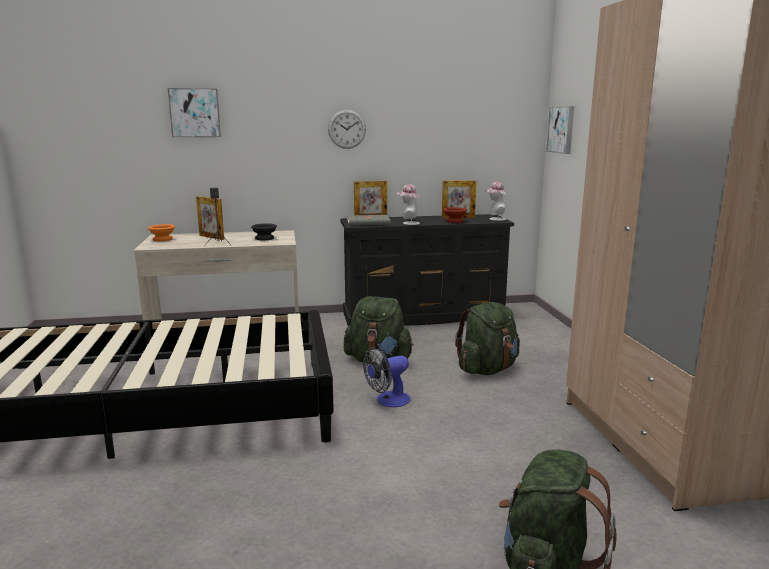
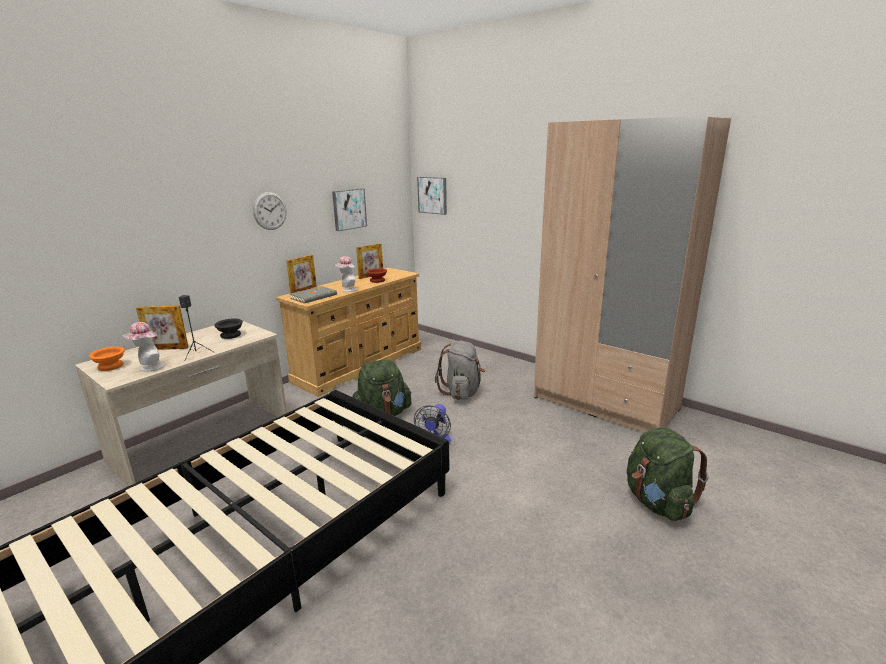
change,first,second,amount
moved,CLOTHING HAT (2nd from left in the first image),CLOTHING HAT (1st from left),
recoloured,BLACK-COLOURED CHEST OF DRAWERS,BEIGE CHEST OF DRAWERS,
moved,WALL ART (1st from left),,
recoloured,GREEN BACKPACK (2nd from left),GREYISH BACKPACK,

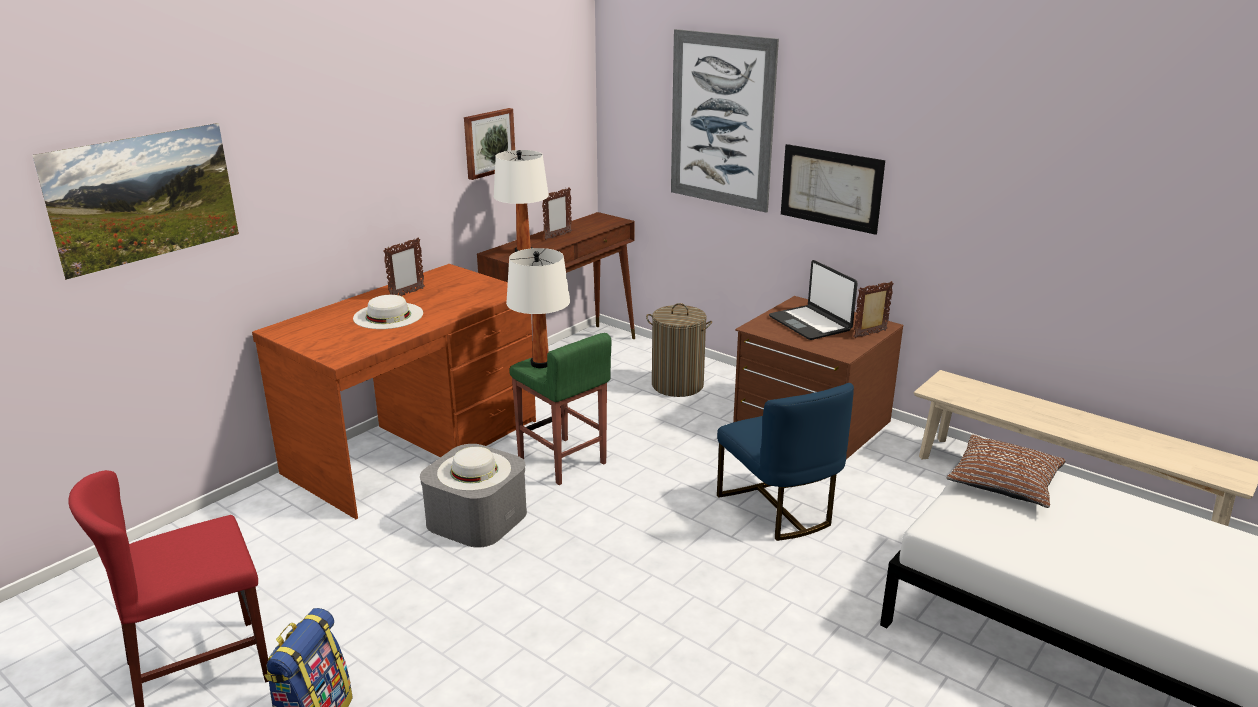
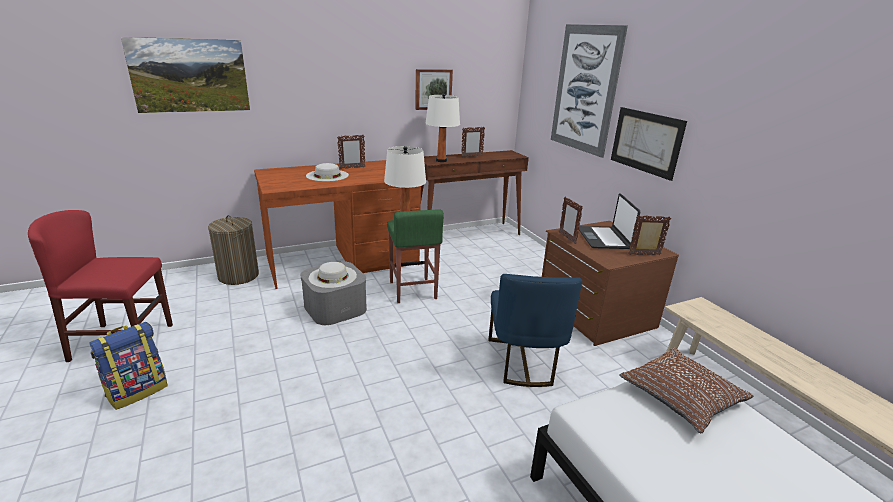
change,first,second,amount
moved,HAMPER,,
added,,PHOTO FRAME (3rd from left),

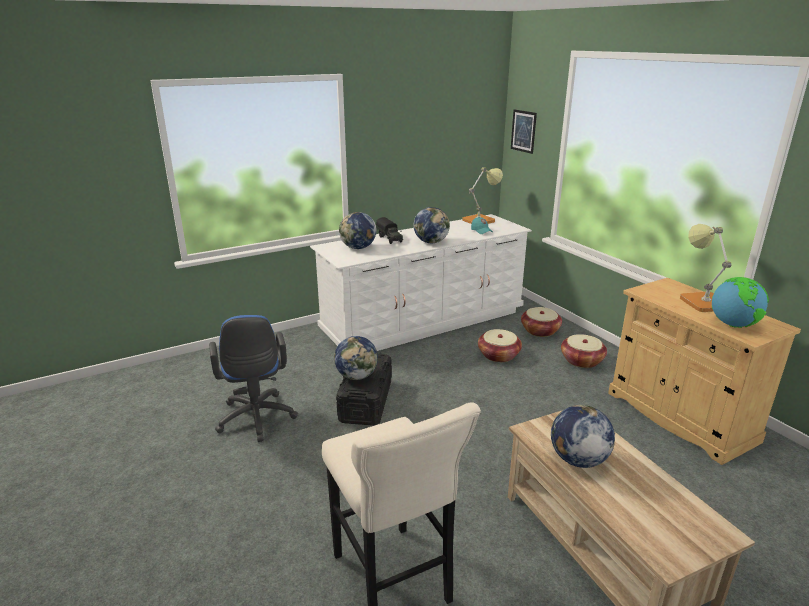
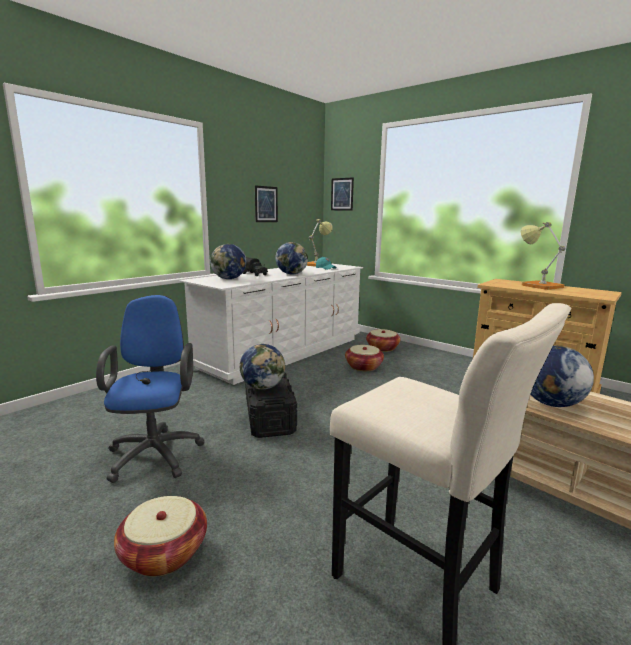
change,first,second,amount
turned,BLUISH COMPUTER CHAIR,,150 degrees counterclockwise
moved,HOUSEHOLD BASKET (3rd from left in the first image),HOUSEHOLD BASKET (1st from left),
added,,WALL ART (1st from left),
removed,DESK GLOBE (5th from left),,

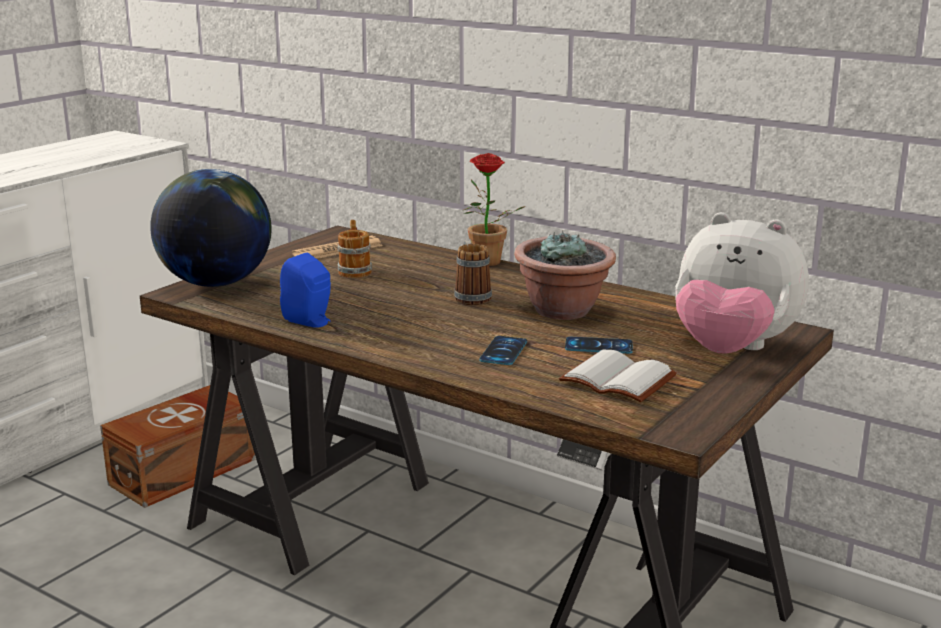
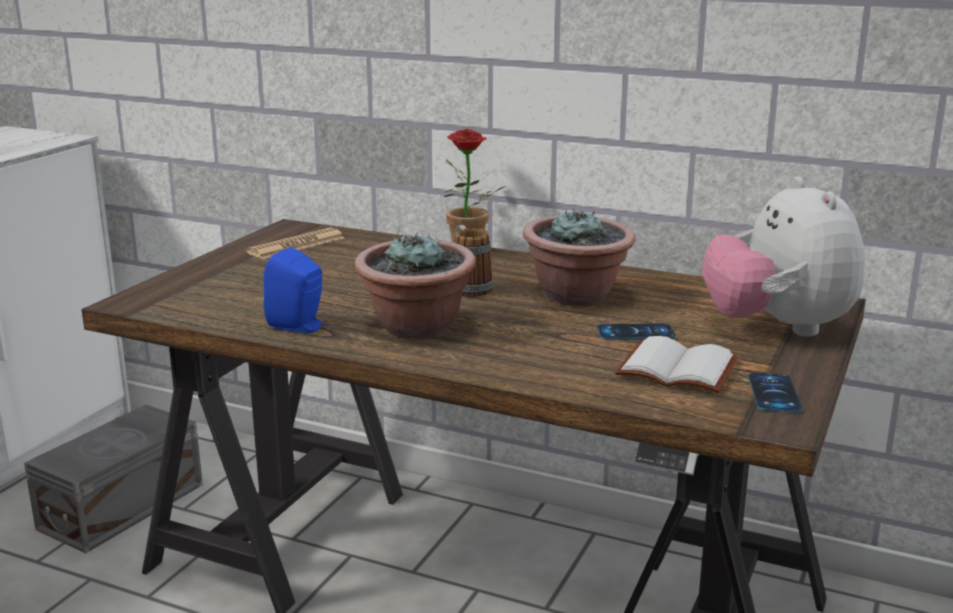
change,first,second,amount
recoloured,BROWN STORAGE CONTAINER,GREYISH STORAGE CONTAINER,
added,,POTTED PLANT (1st from left),
turned,CUDDLY TOY,,60 degrees clockwise
moved,TELEPHONE (1st from left in the first image),TELEPHONE (2nd from left),
removed,DESK GLOBE,,
removed,TEA MUG (1st from left),,

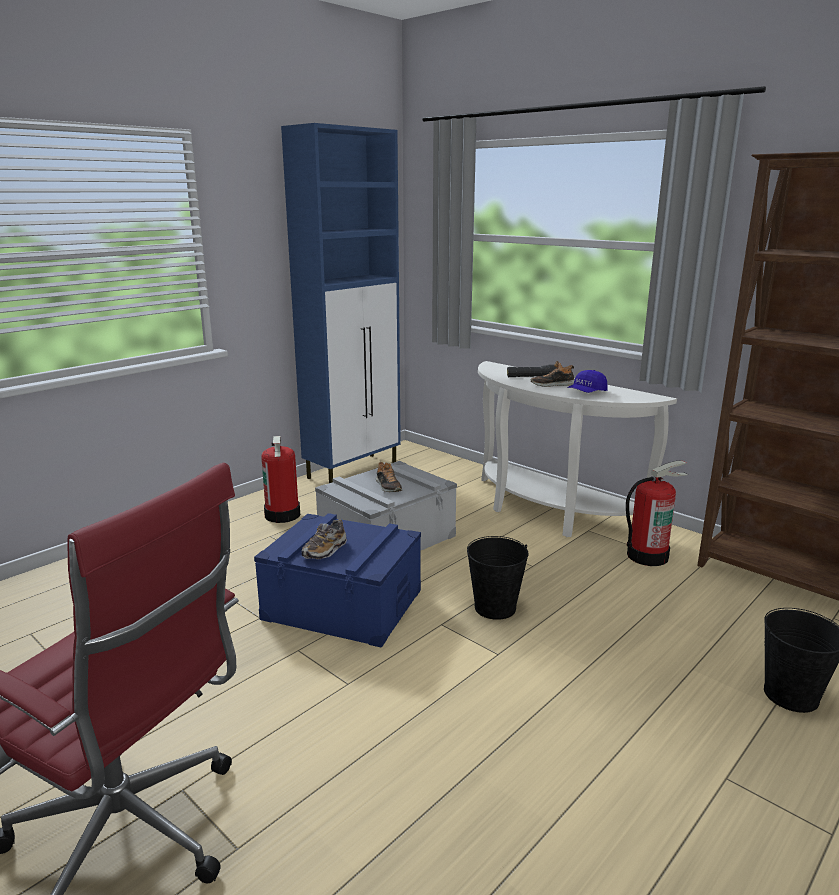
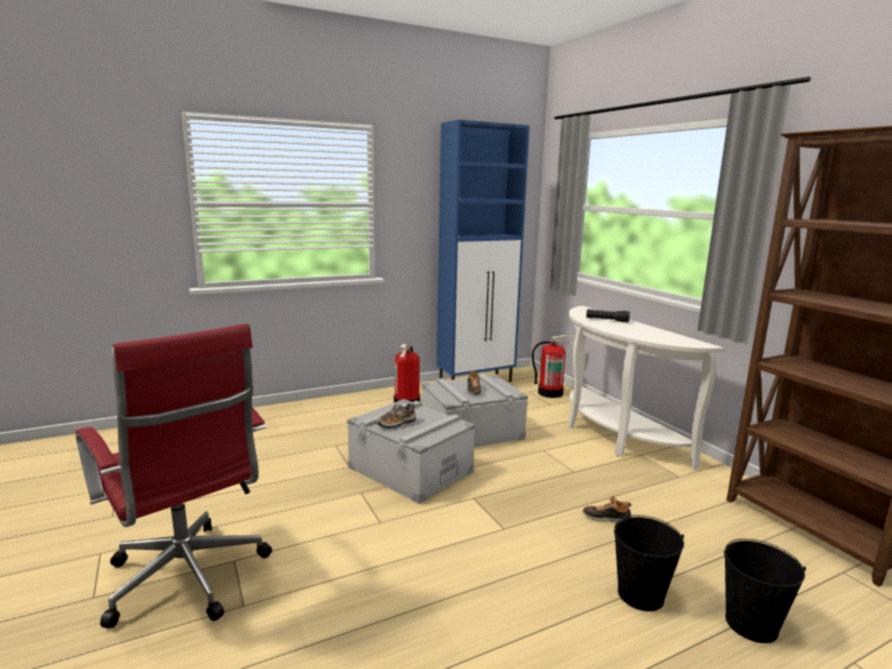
change,first,second,amount
recoloured,BLUISH STORAGE CONTAINER,GREYISH STORAGE CONTAINER (1st from left),
moved,EXTINGUISHER (2nd from left),,
moved,ITEM OF FOOTWEAR (3rd from left),,
moved,BLACK-COLOURED WATER BUCKET (1st from left),,
removed,BLUISH BASEBALL CAP,,

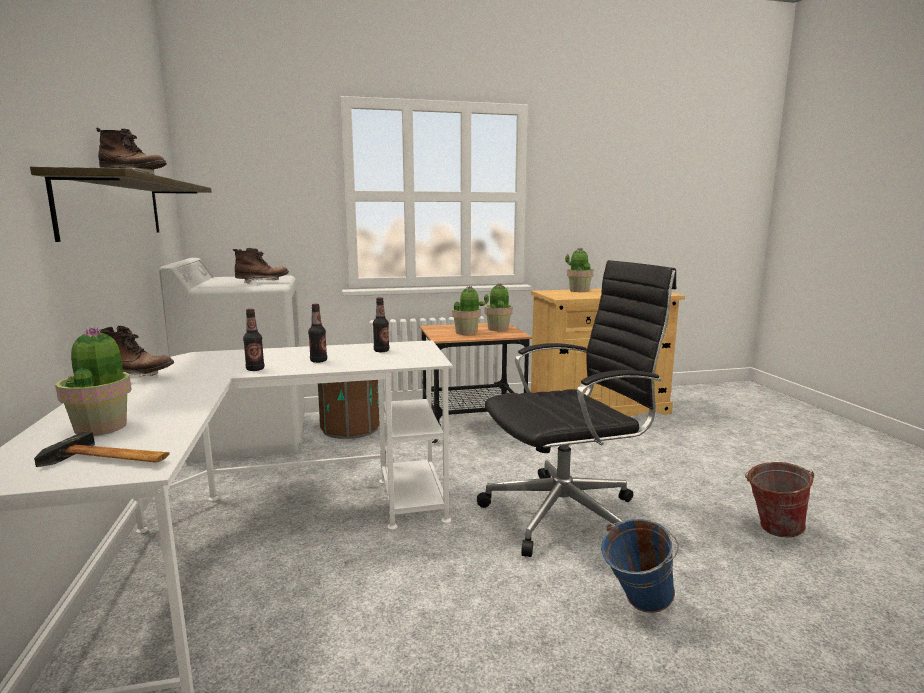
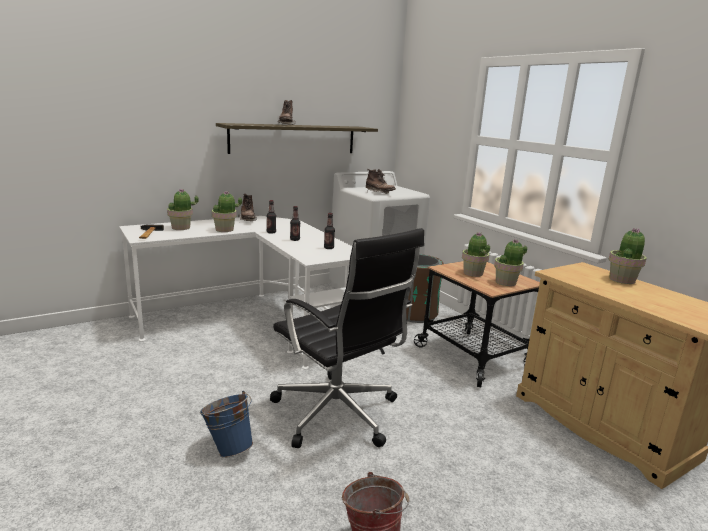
change,first,second,amount
added,,POTTED PLANT (2nd from left),

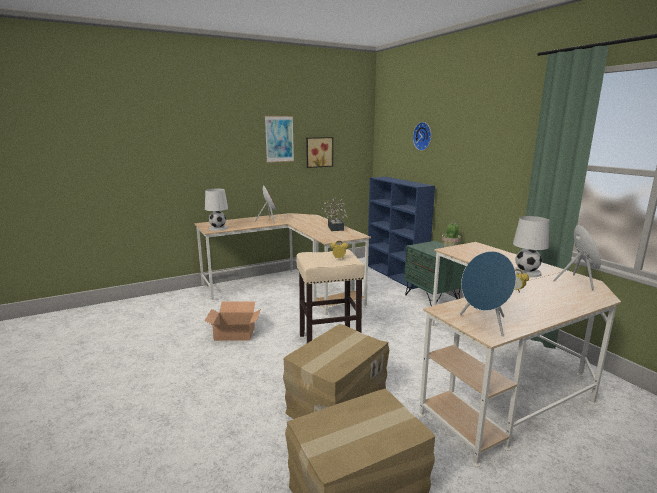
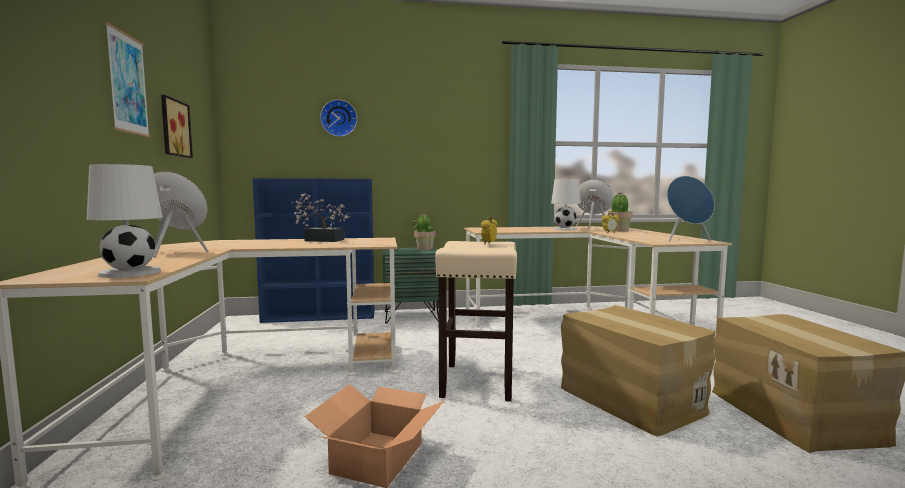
change,first,second,amount
added,,POTTED PLANT (3rd from left),

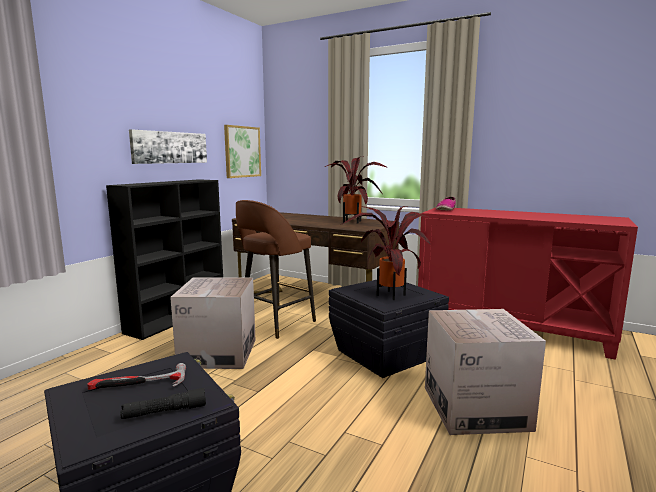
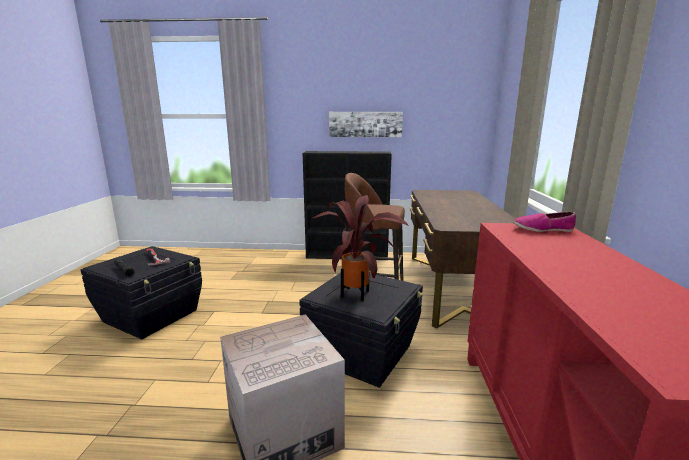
change,first,second,amount
removed,CARTON (1st from left),,
removed,WALL ART (2nd from left),,
removed,POTTED PLANT (1st from left),,

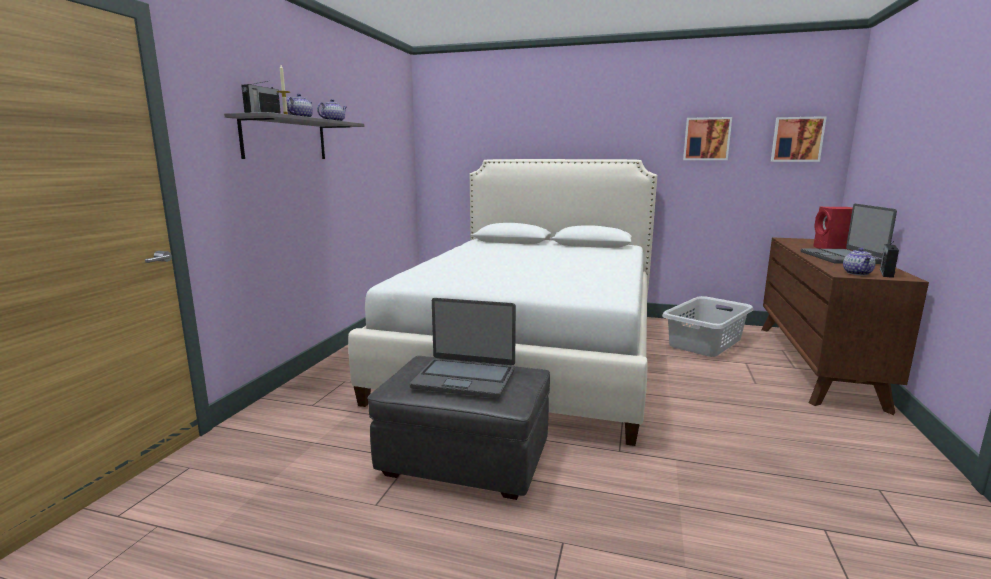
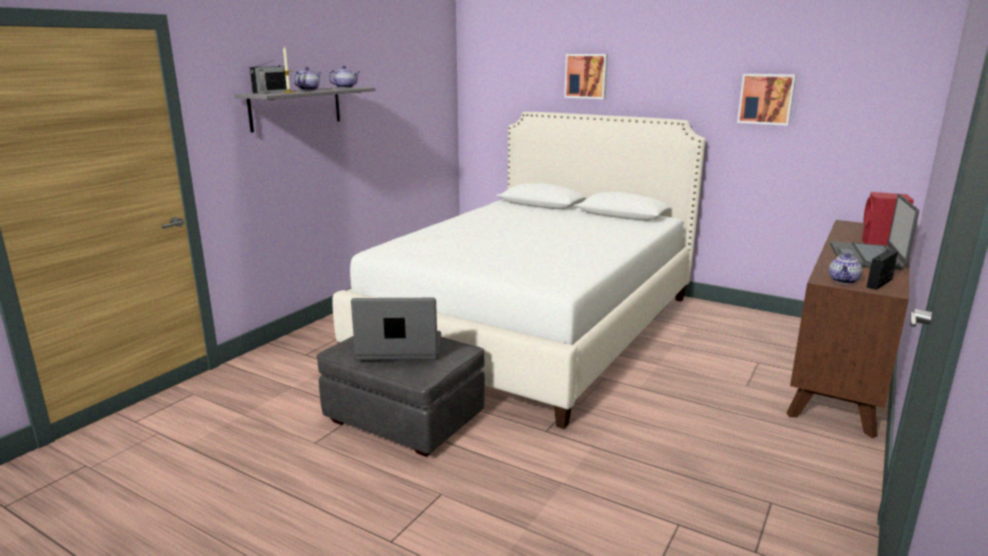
change,first,second,amount
turned,PORTABLE COMPUTER (1st from left),,150 degrees clockwise
moved,WALL ART (2nd from left in the first image),WALL ART (1st from left),
removed,GREYISH HAMPER,,

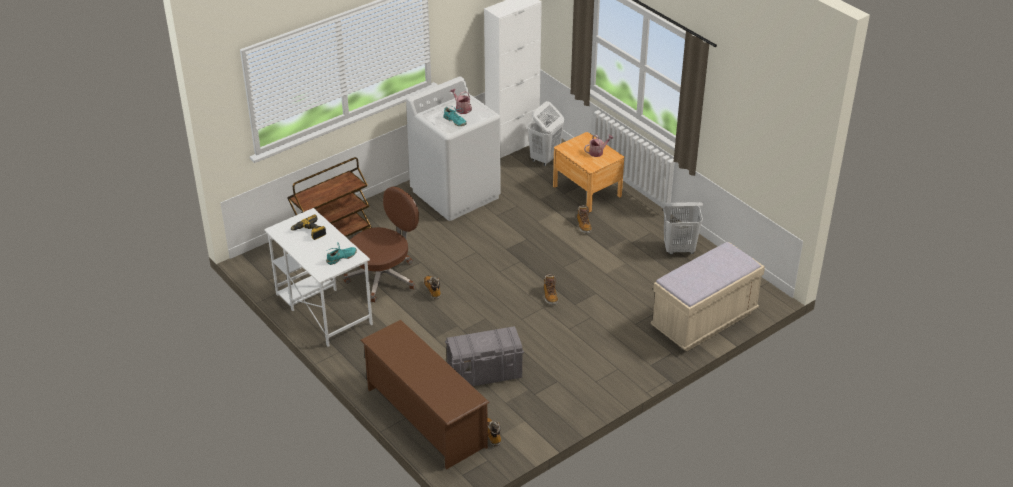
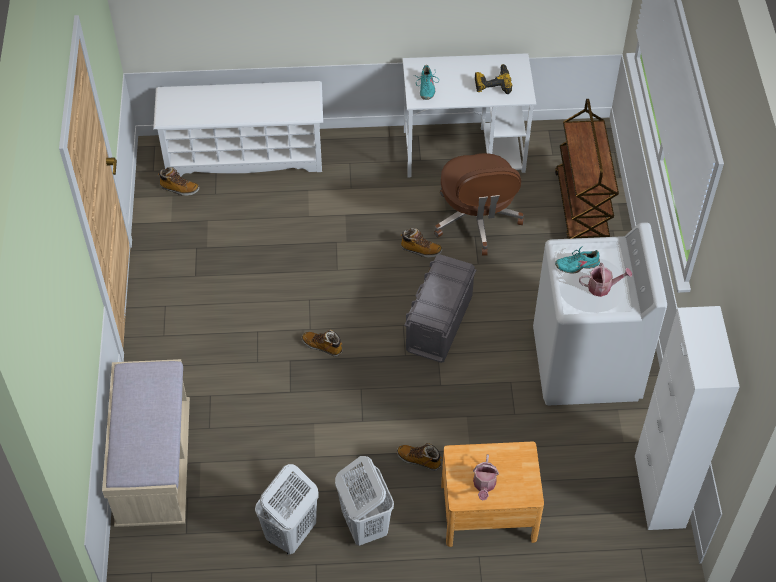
change,first,second,amount
recoloured,BROWN SHOE RACK,WHITE-COLOURED SHOE RACK,
moved,WHITE-COLOURED HAMPER (1st from left in the first image),WHITE-COLOURED HAMPER (2nd from left),
moved,GREYISH STORAGE CONTAINER,,

